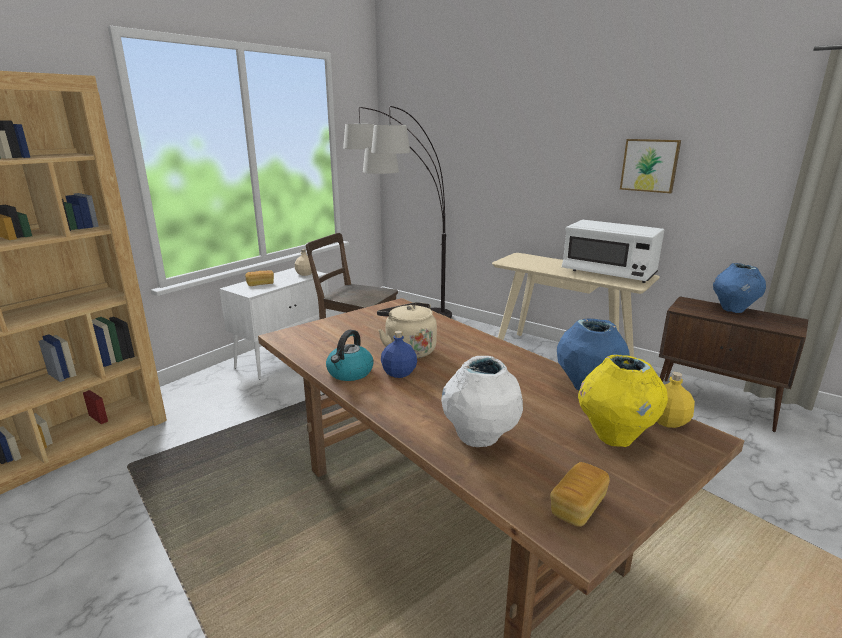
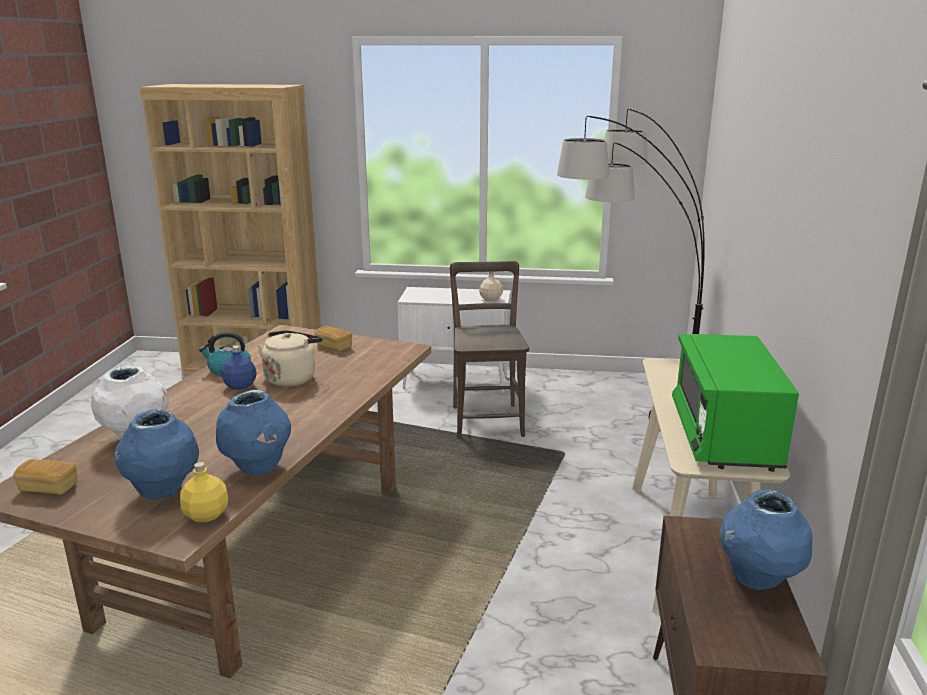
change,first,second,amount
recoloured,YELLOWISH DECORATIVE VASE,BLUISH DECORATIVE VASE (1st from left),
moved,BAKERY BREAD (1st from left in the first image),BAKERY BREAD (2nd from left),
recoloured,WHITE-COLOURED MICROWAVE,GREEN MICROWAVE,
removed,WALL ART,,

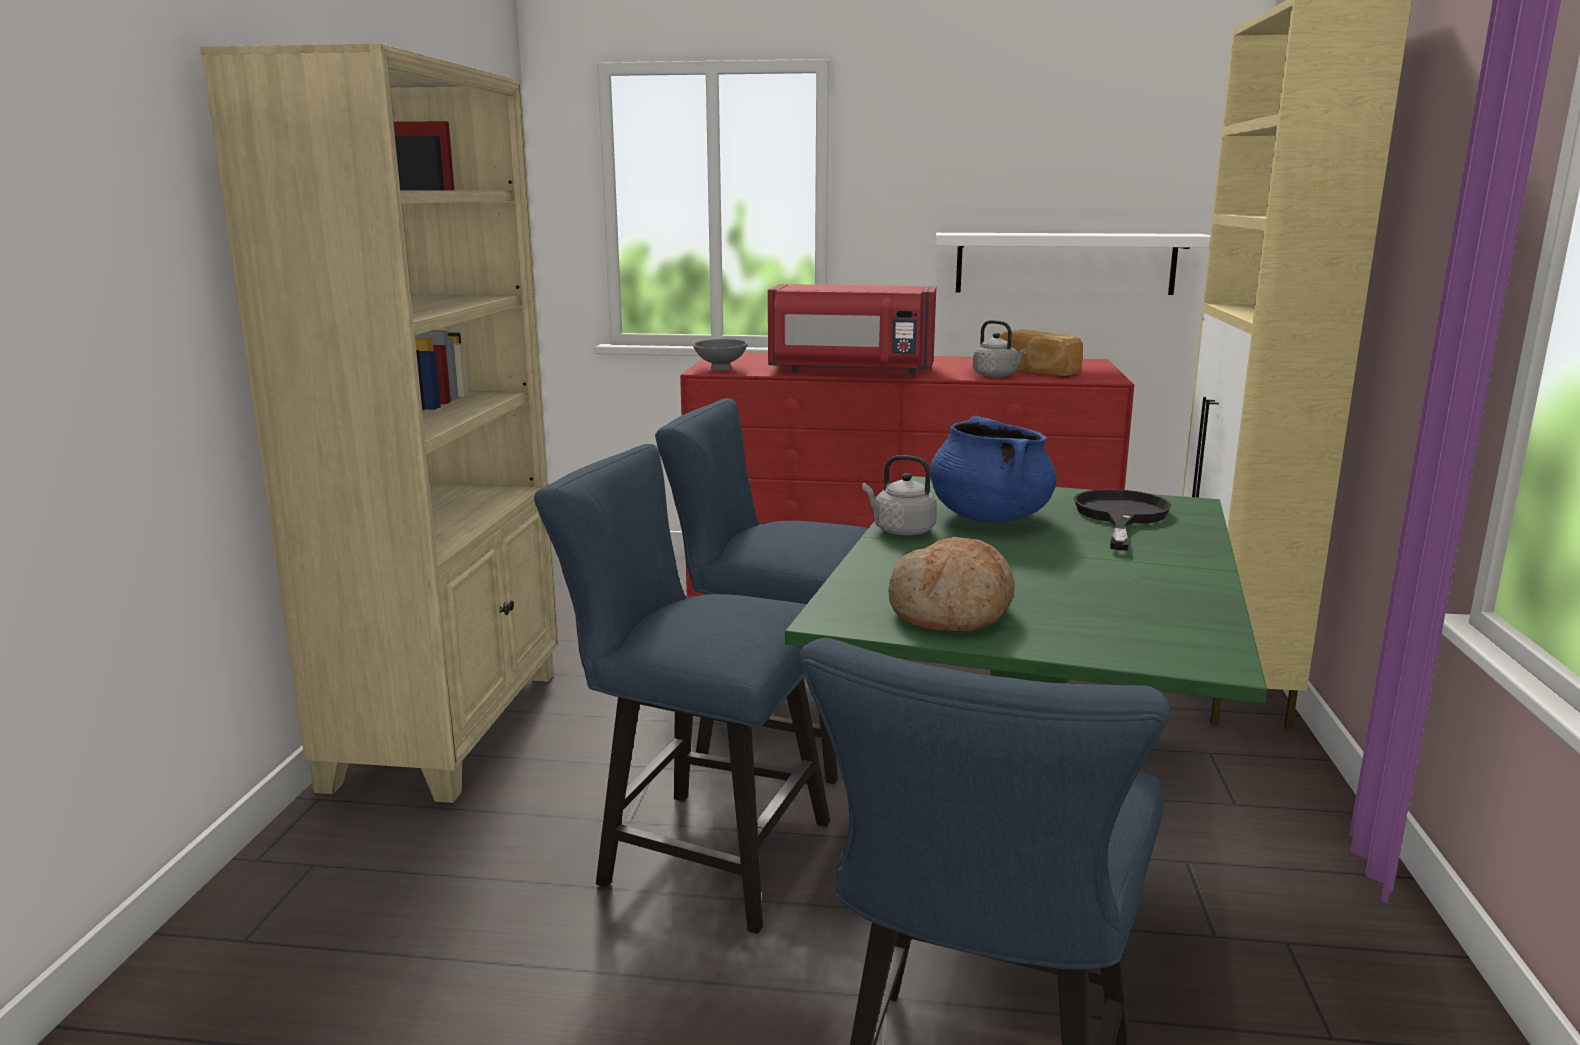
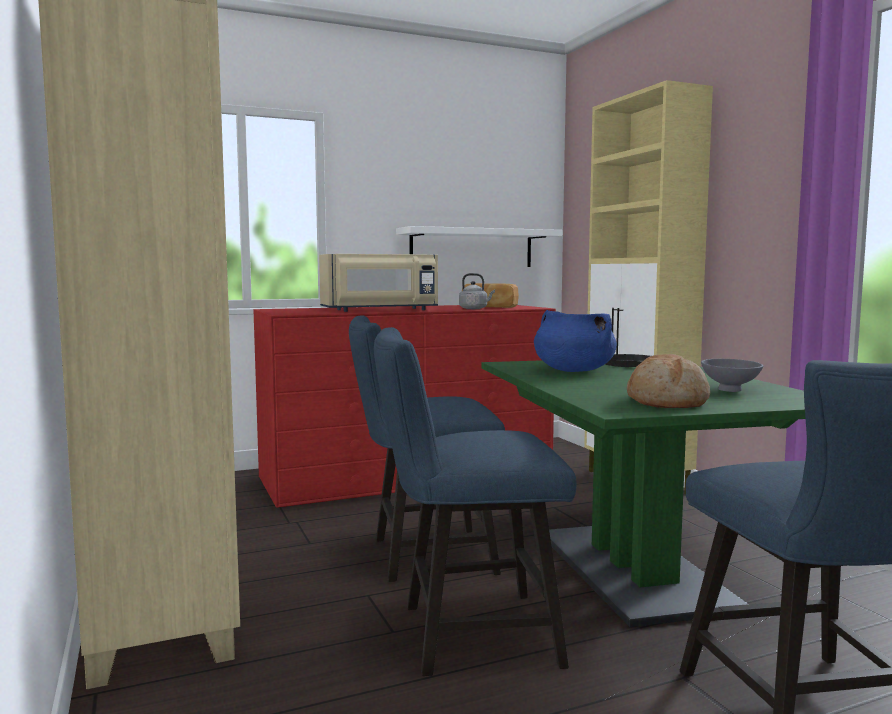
change,first,second,amount
recoloured,RED-COLOURED MICROWAVE,BEIGE MICROWAVE,
moved,GREYISH SERVING BOWL,,
removed,GREYISH KETTLE (1st from left),,

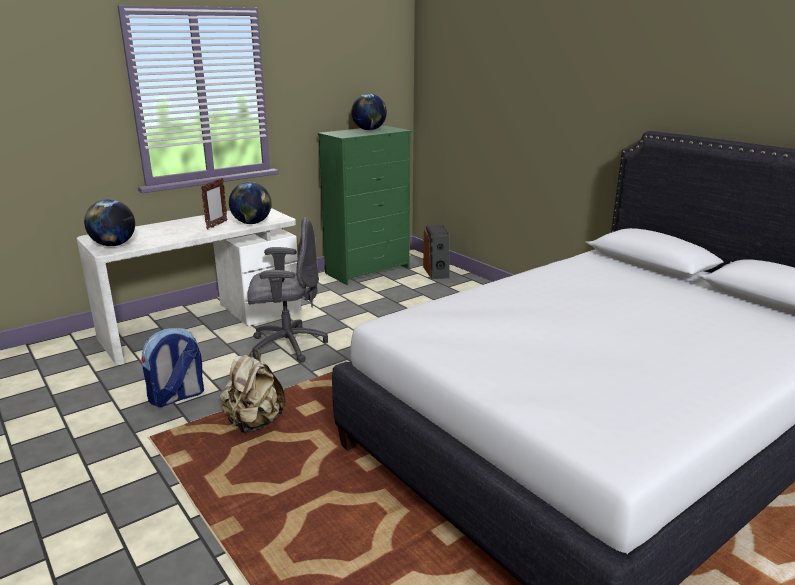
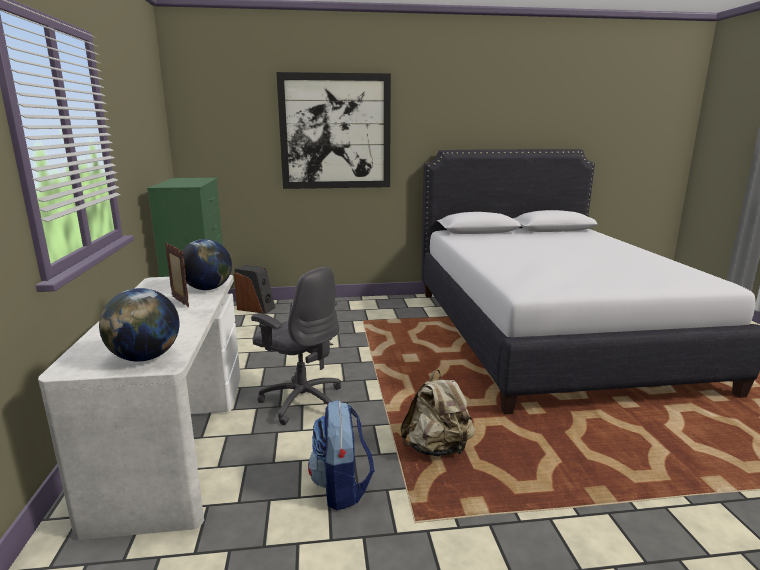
change,first,second,amount
turned,GREYISH COMPUTER CHAIR,,105 degrees clockwise
added,,WALL ART,
removed,DESK GLOBE (3rd from left),,

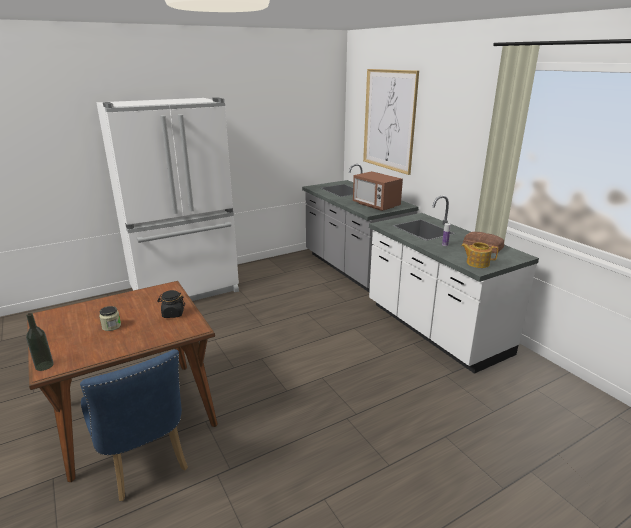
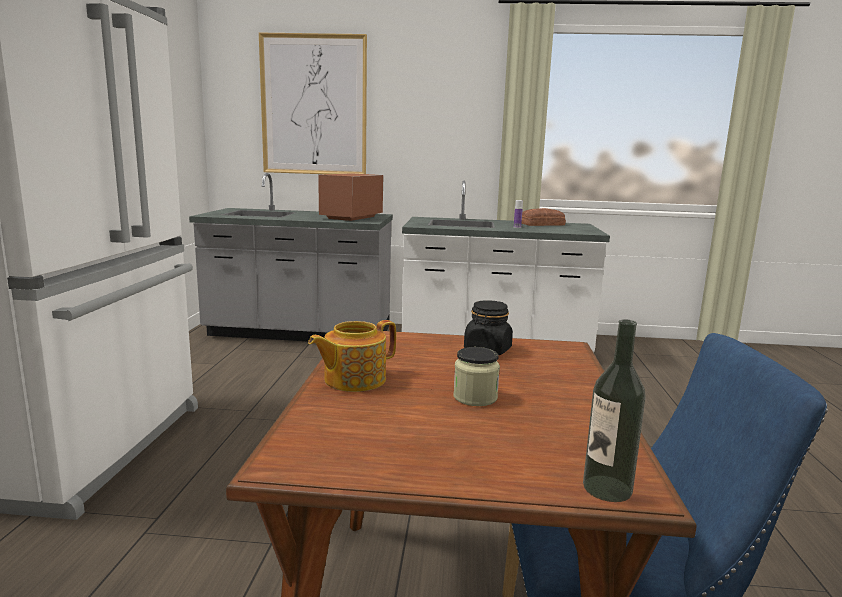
change,first,second,amount
moved,TEA POT,,
turned,MICROWAVE,,120 degrees clockwise

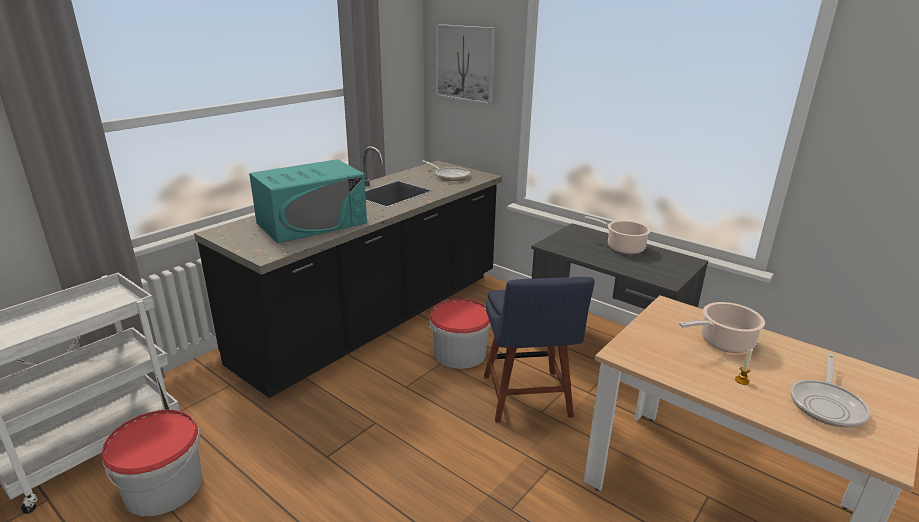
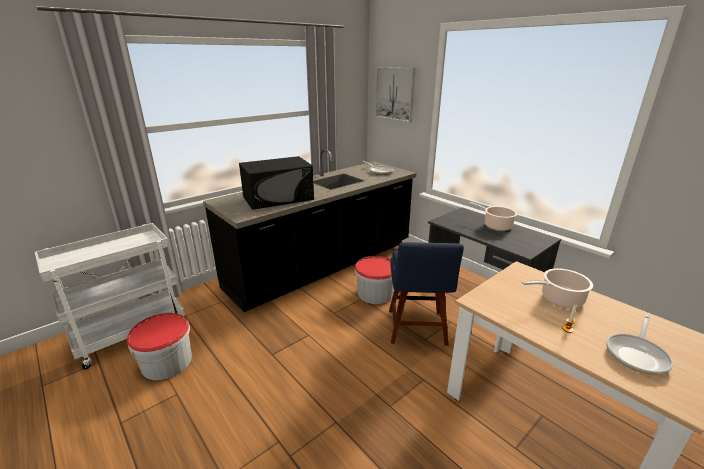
change,first,second,amount
recoloured,TURQUOISE-COLOURED MICROWAVE,BLACK-COLOURED MICROWAVE,

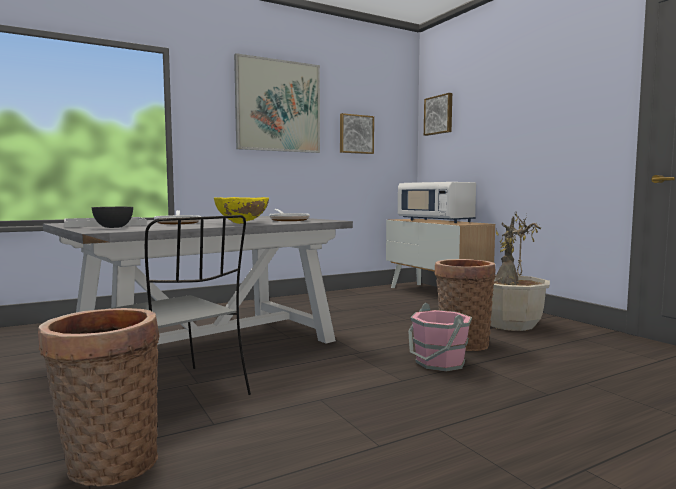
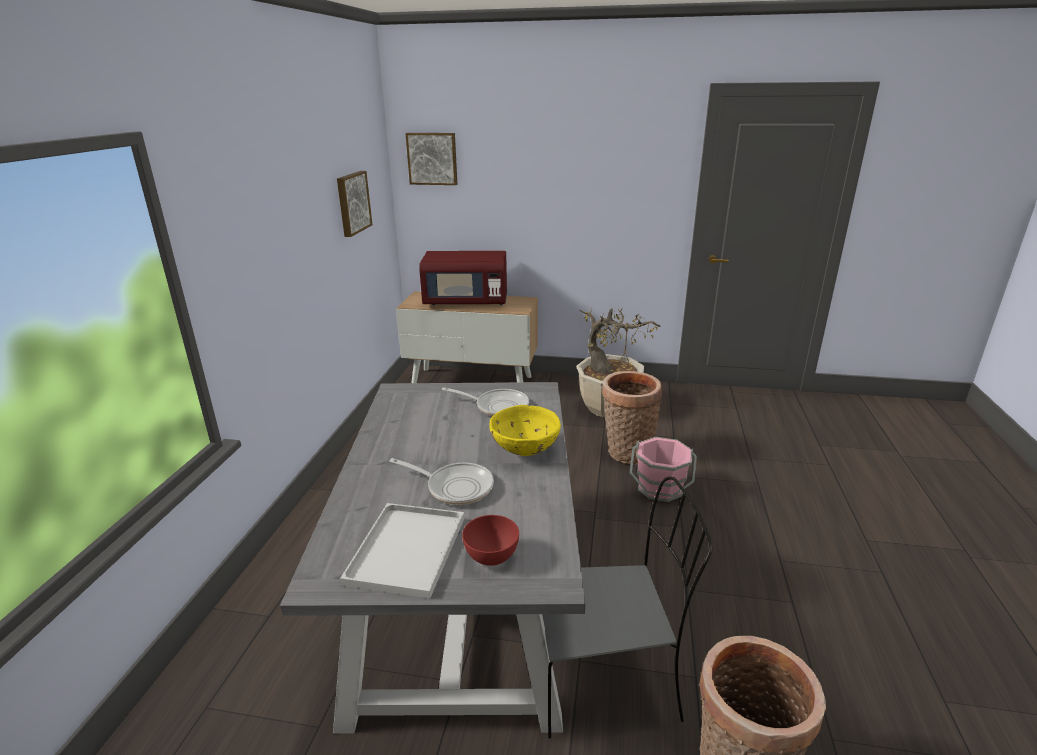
change,first,second,amount
recoloured,WHITE-COLOURED MICROWAVE,RED-COLOURED MICROWAVE,
recoloured,GREYISH SERVING BOWL,RED-COLOURED SERVING BOWL,
removed,WALL ART (1st from left),,

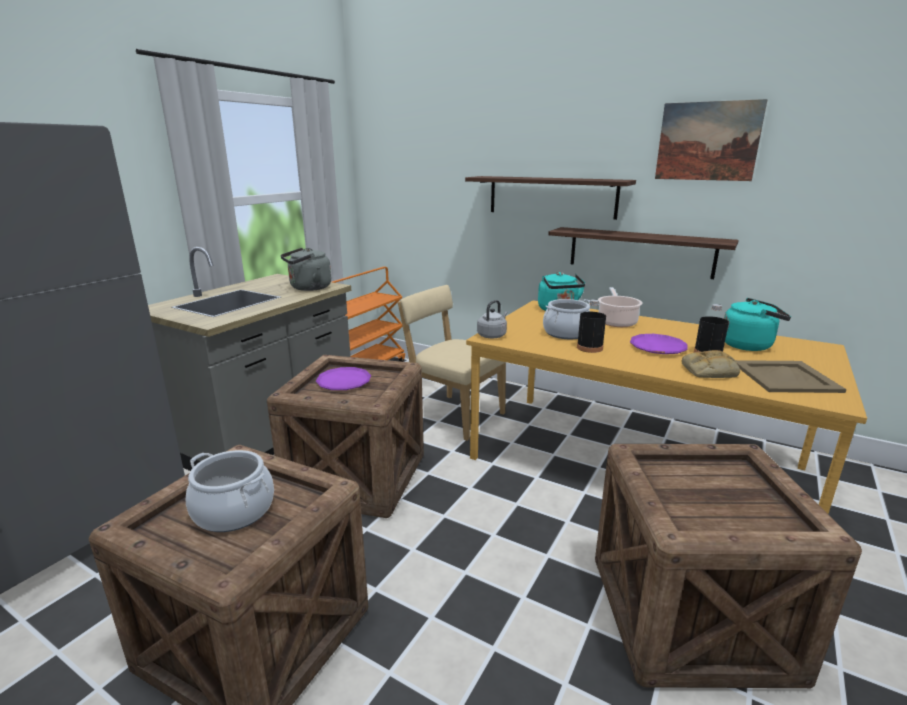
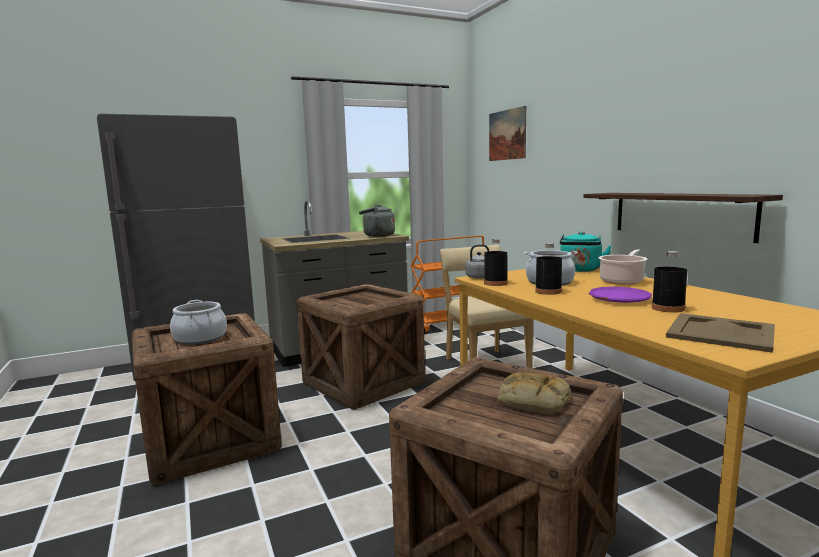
change,first,second,amount
added,,BLACK-COLOURED BOTTLE (1st from left),
moved,WALL ART,,
moved,BAKERY BREAD,,
removed,PURPLE DINNER PLATE (1st from left),,
removed,WALL SHELF (1st from left),,
removed,TURQUOISE-COLOURED KETTLE (2nd from left),,

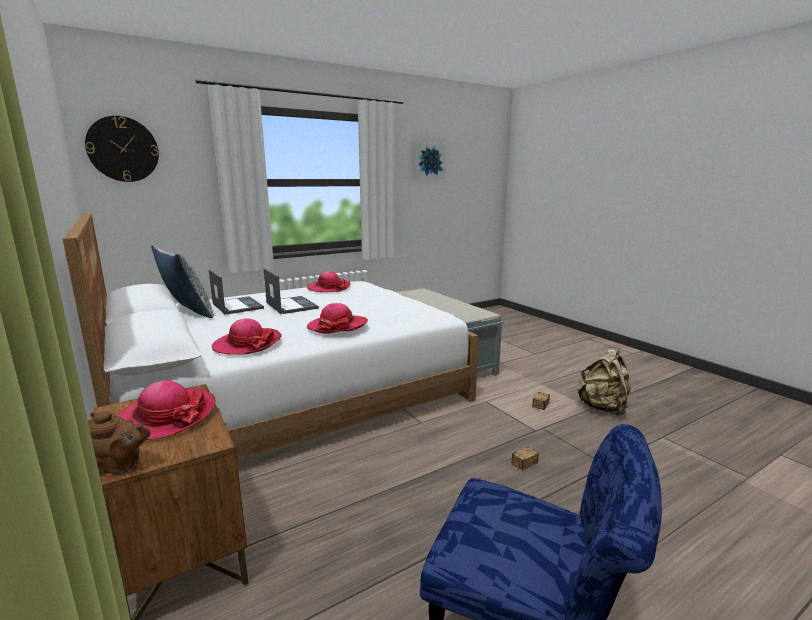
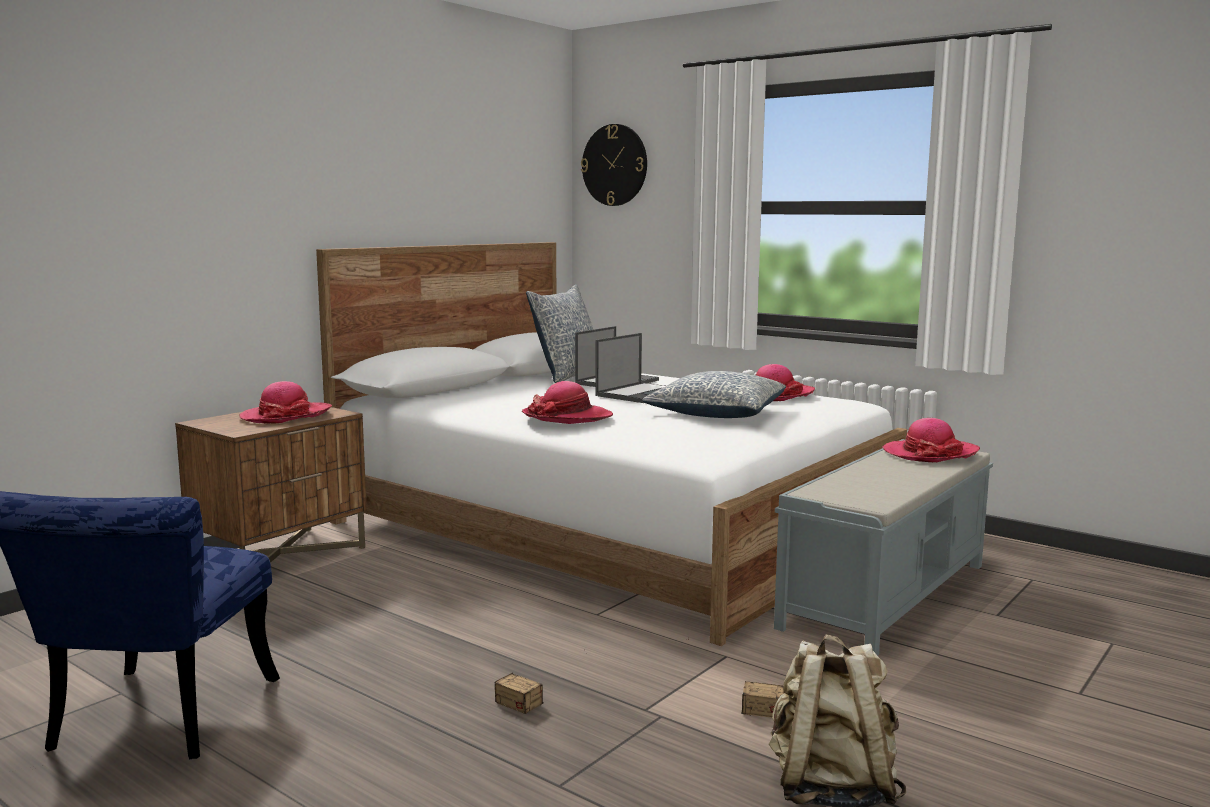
change,first,second,amount
added,,THROW PILLOW (2nd from left),
moved,CLOTHING HAT (2nd from left in the first image),CLOTHING HAT (4th from left),
removed,BROWN TEA POT,,
removed,WALL ART,,

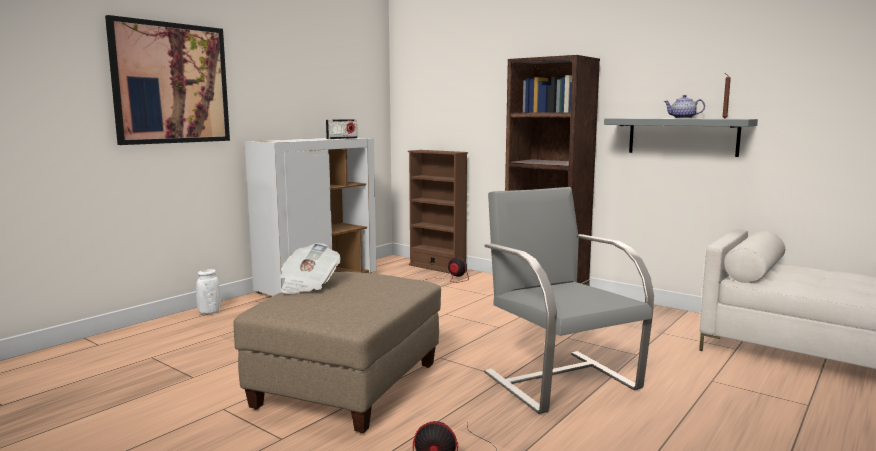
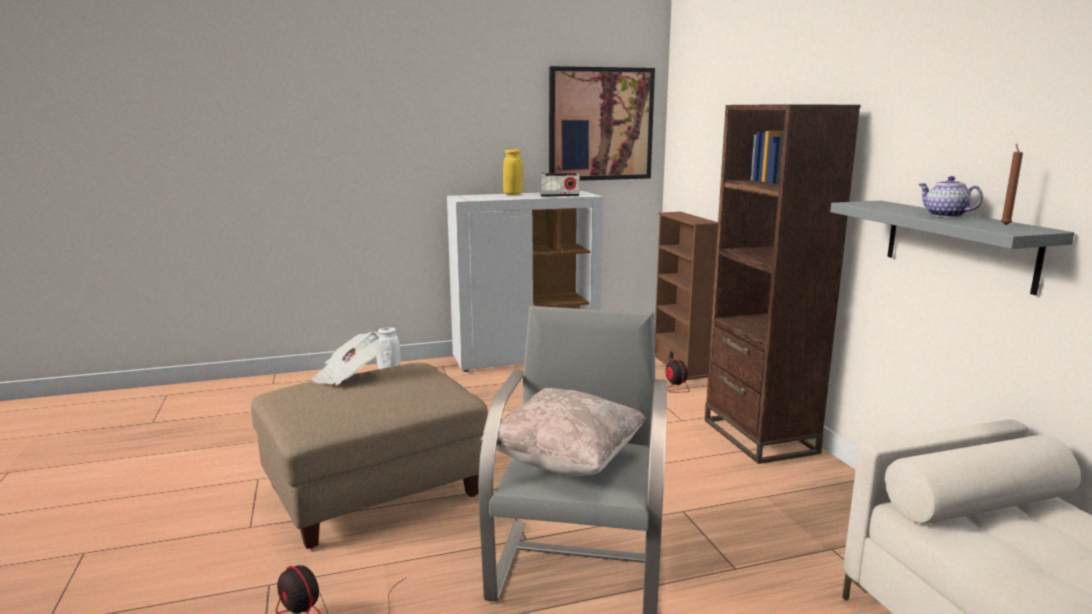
change,first,second,amount
added,,BEIGE THROW PILLOW,
added,,YELLOWISH DECORATIVE VASE,
moved,WALL ART,,

